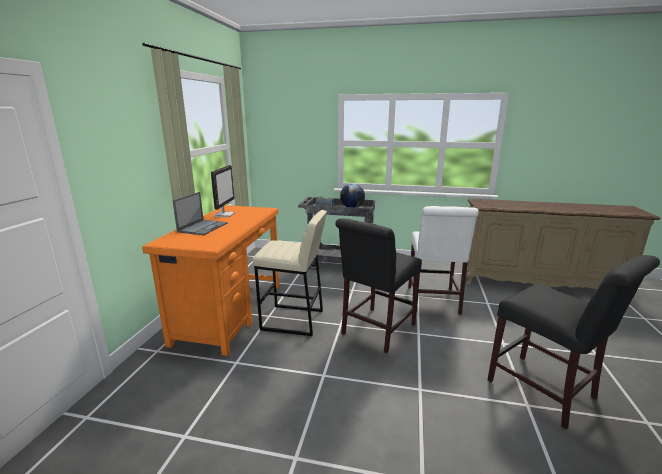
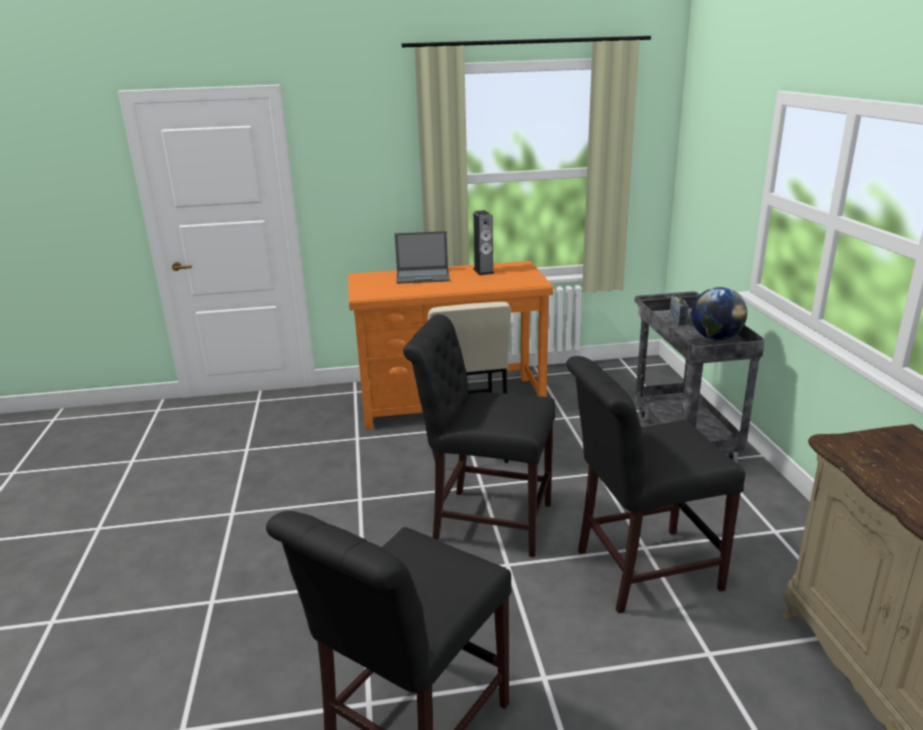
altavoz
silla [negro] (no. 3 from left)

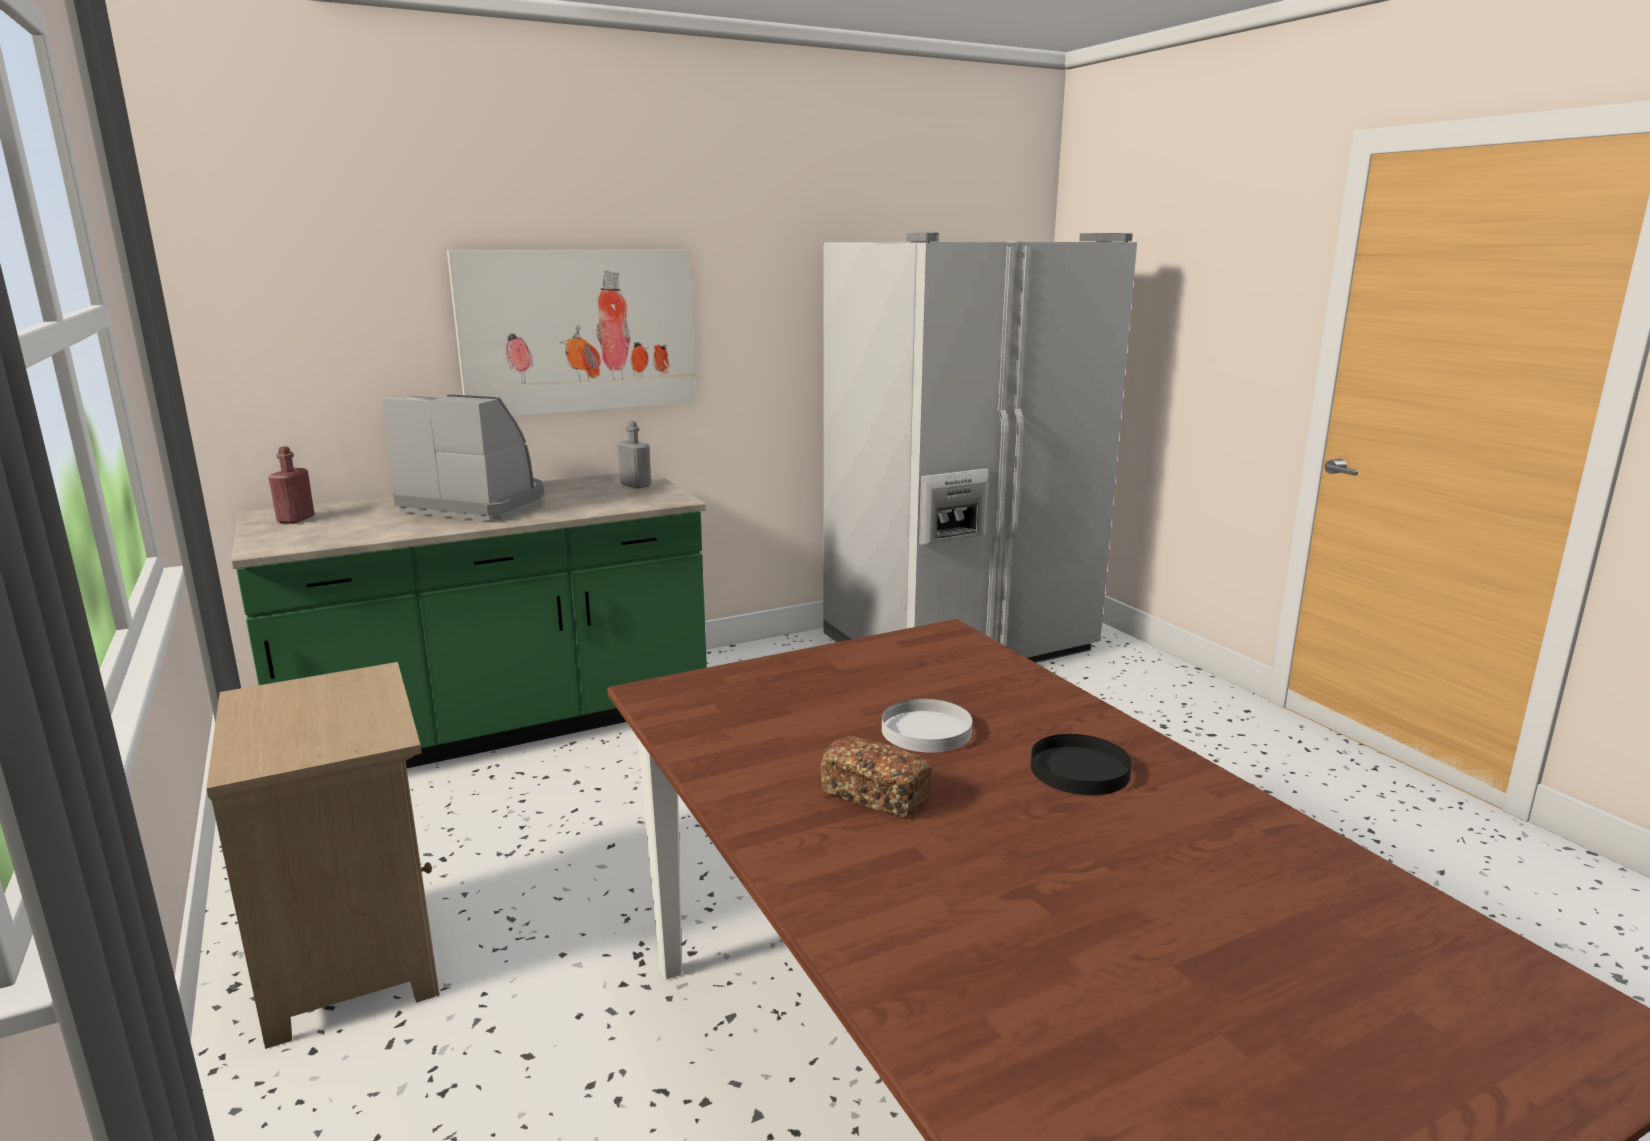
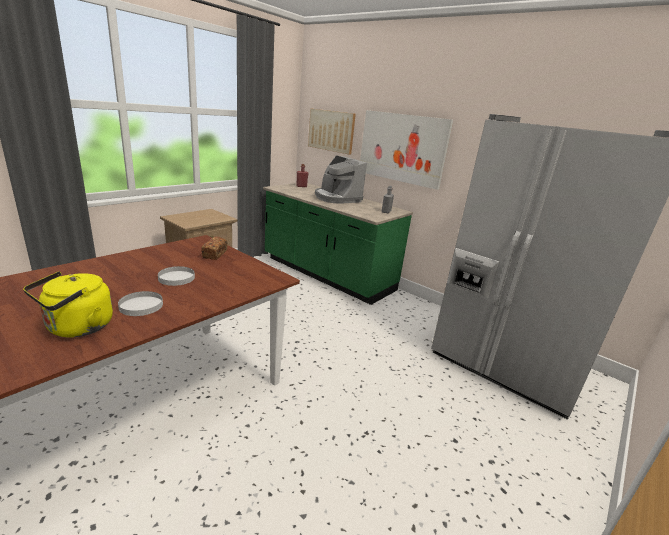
cafetera
pan
plato [blanco] (no. 1 from left)
hervidor [amarillo]
cuadro (no. 1 from left)

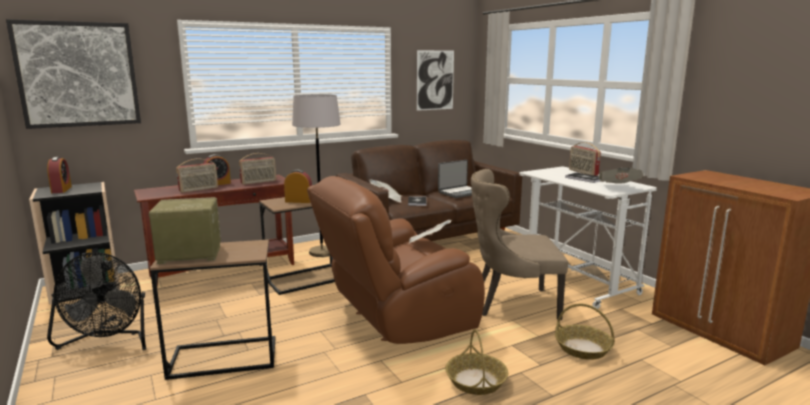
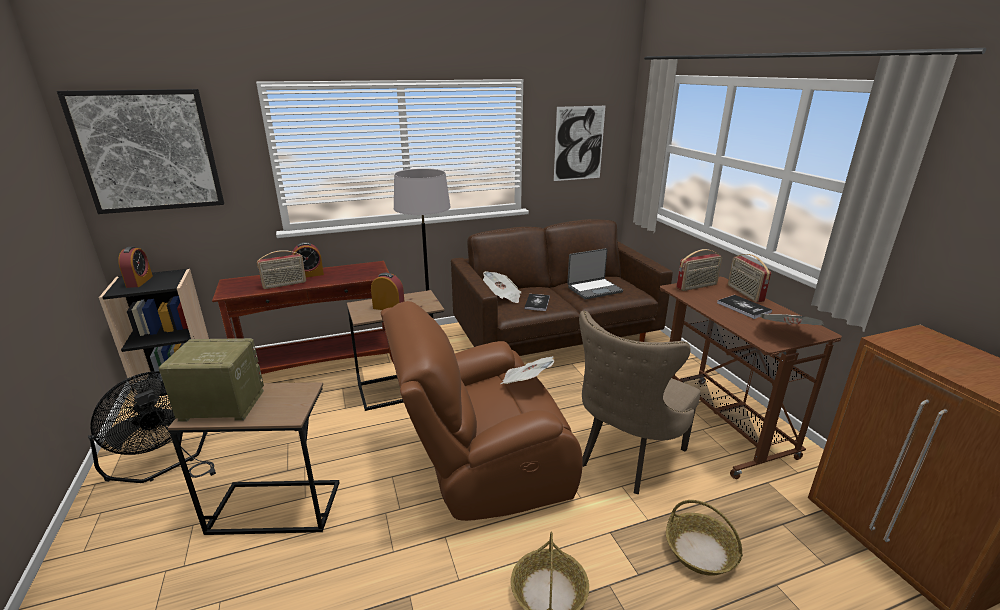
ventilador [negro]
radio (no. 3 from left)
silla [beis]
escritorio [marrón]

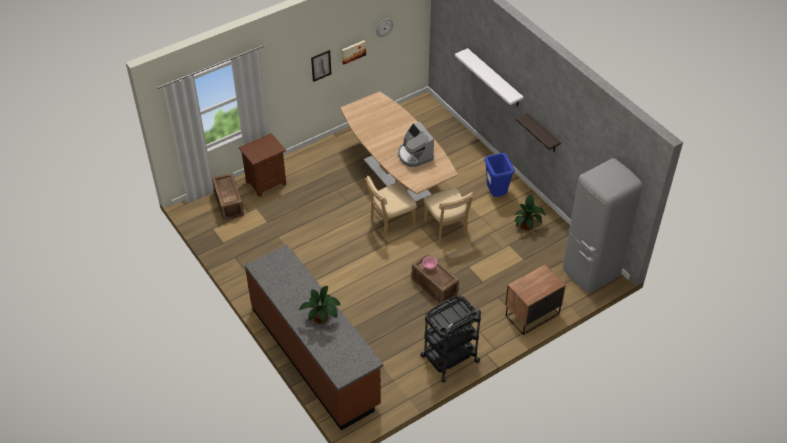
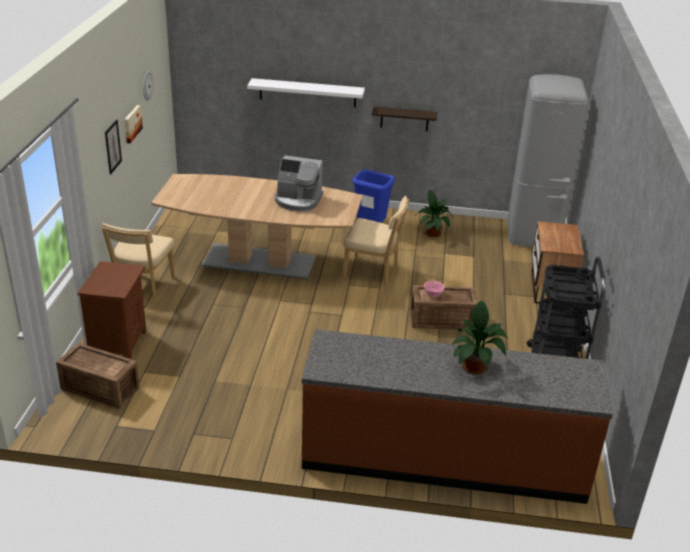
silla [beis] (no. 1 from left)

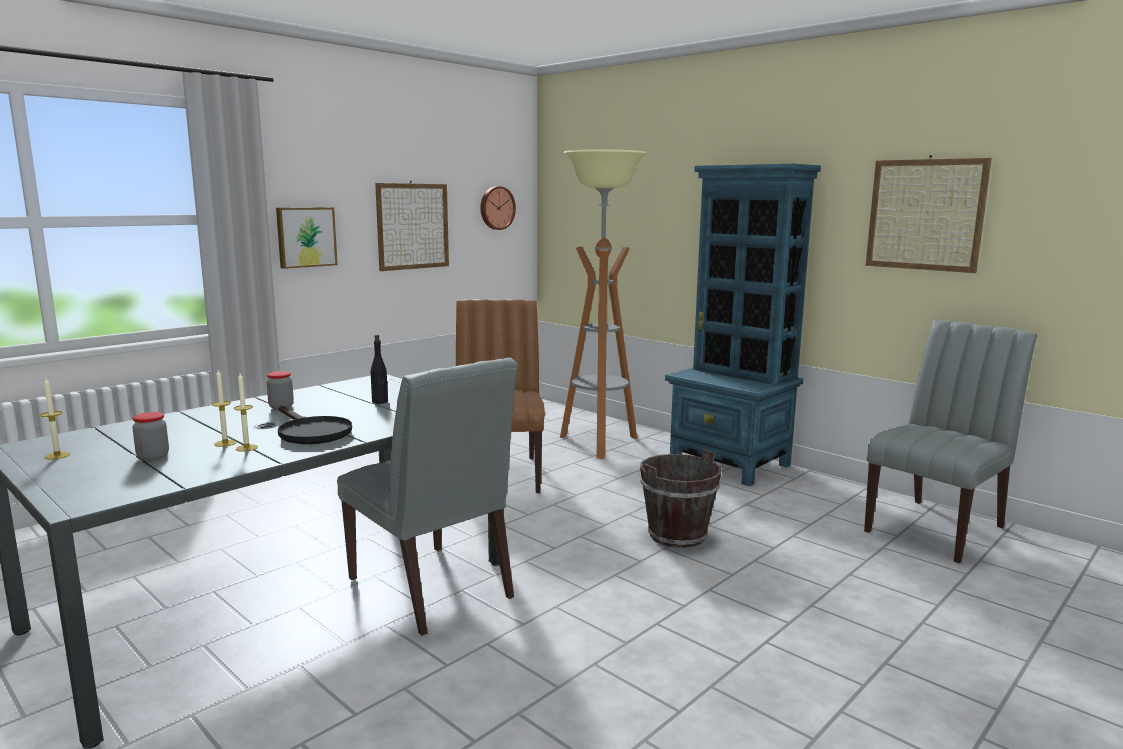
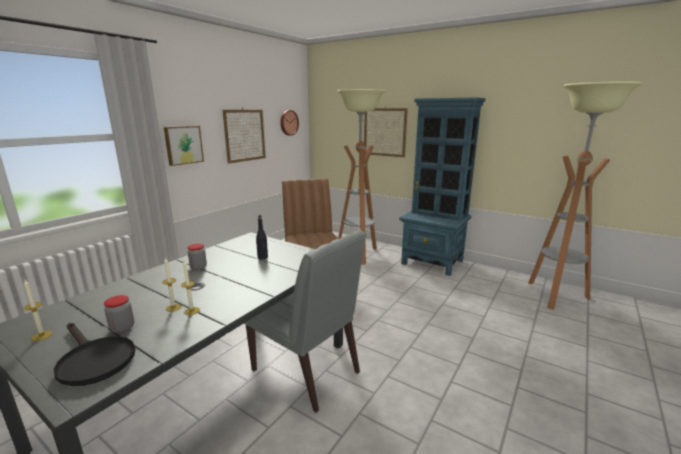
sartén [negro]
cubo [marrón]
lámpara de pie (no. 2 from left)
cuadro (no. 3 from left)

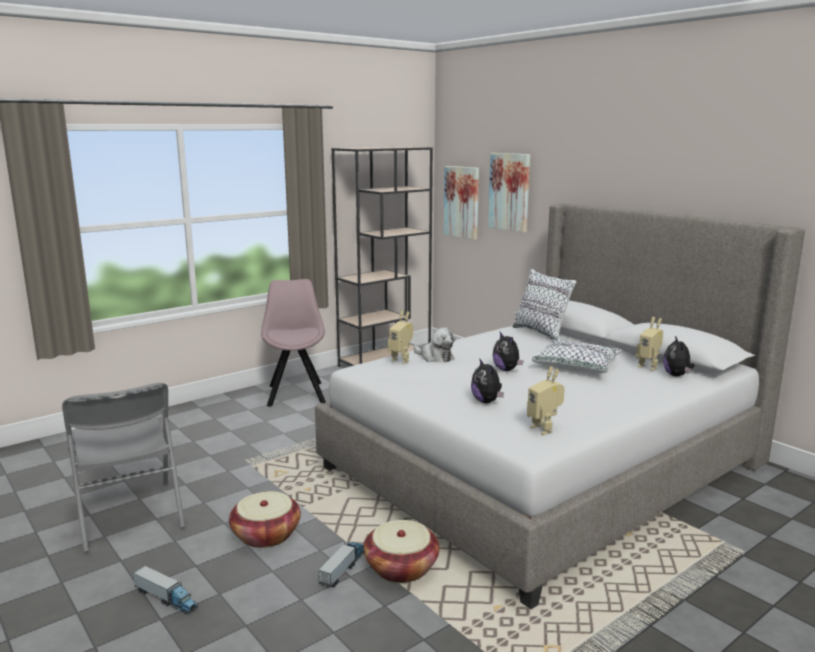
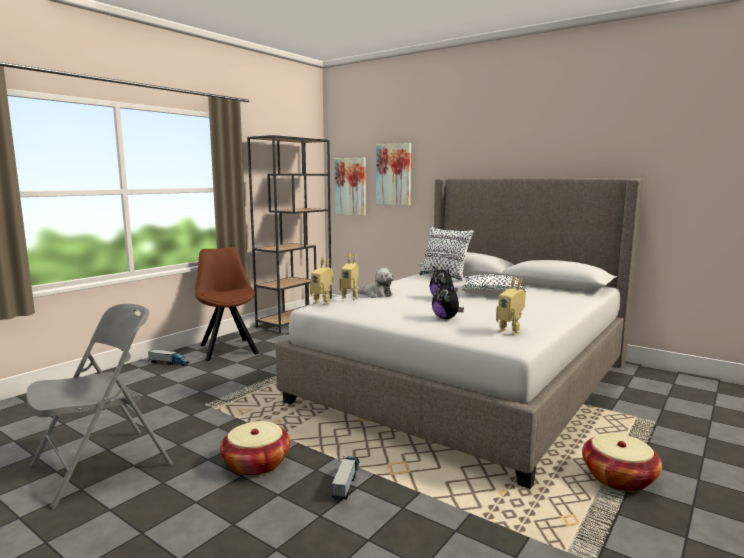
silla [gris]
camión de juguete (no. 1 from left)
silla [marrón]
cesta (no. 2 from left)
robot de juguete (no. 1 from left)
peluche (no. 4 from left in the first image)

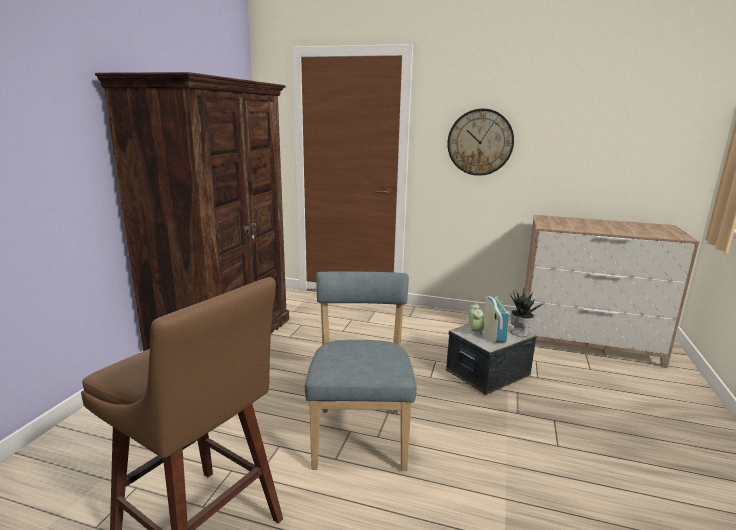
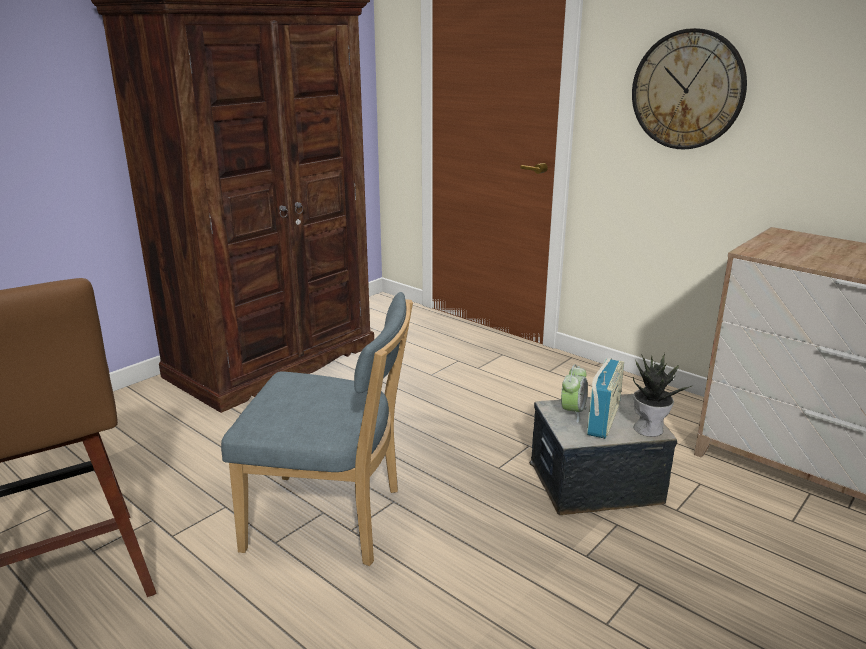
silla [azul]

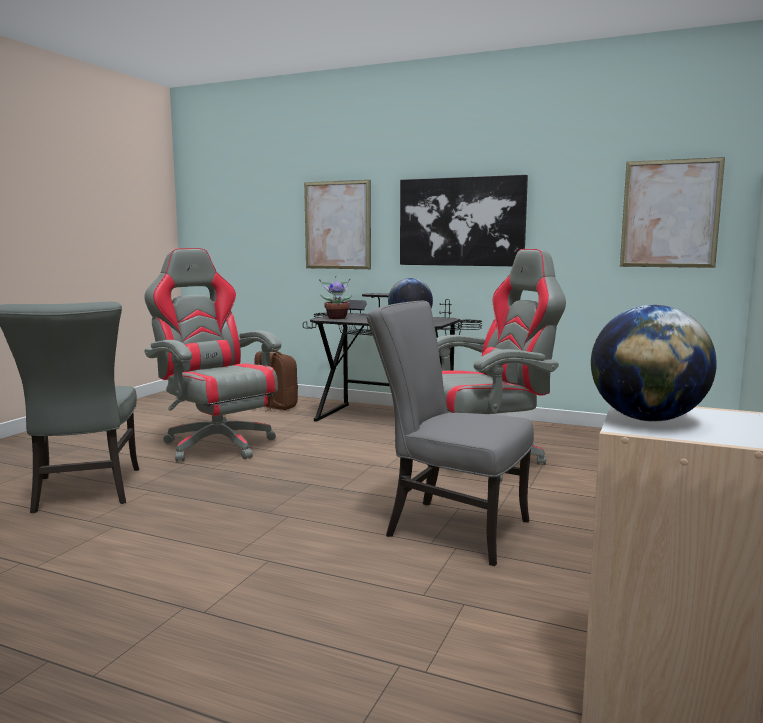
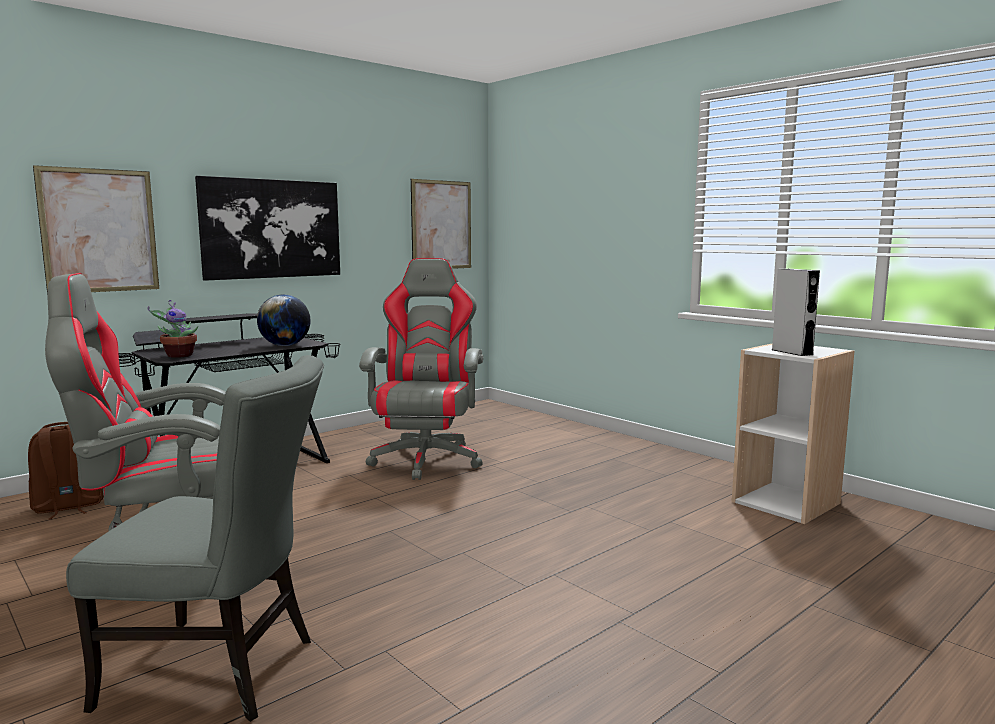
silla [gris] (no. 2 from left in the first image)
altavoz [gris]

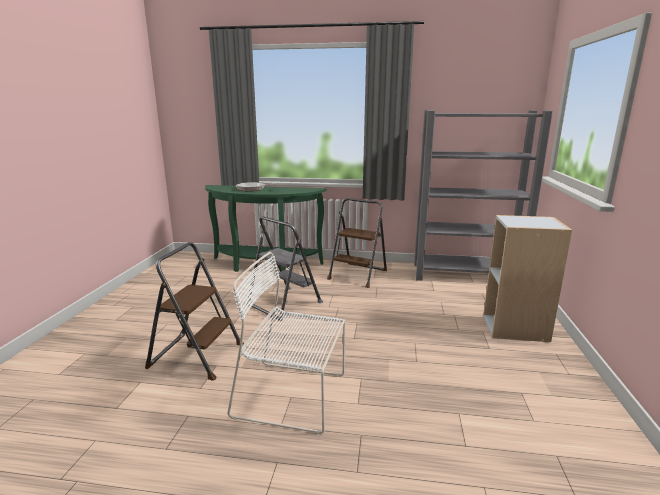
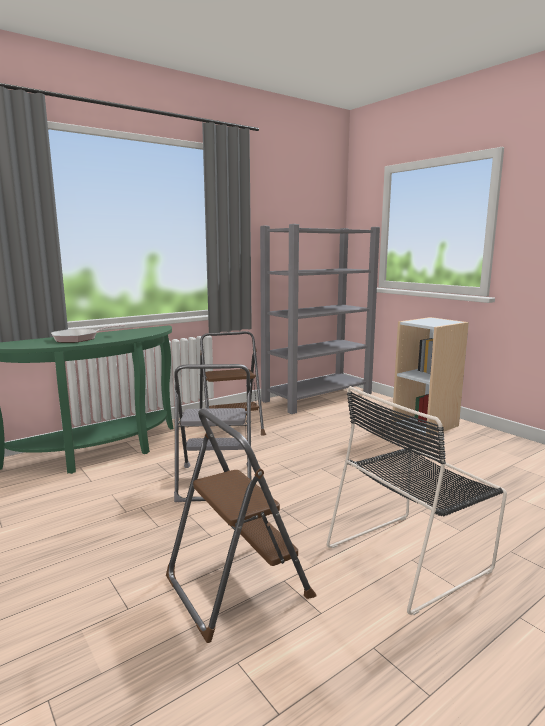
silla [negro]

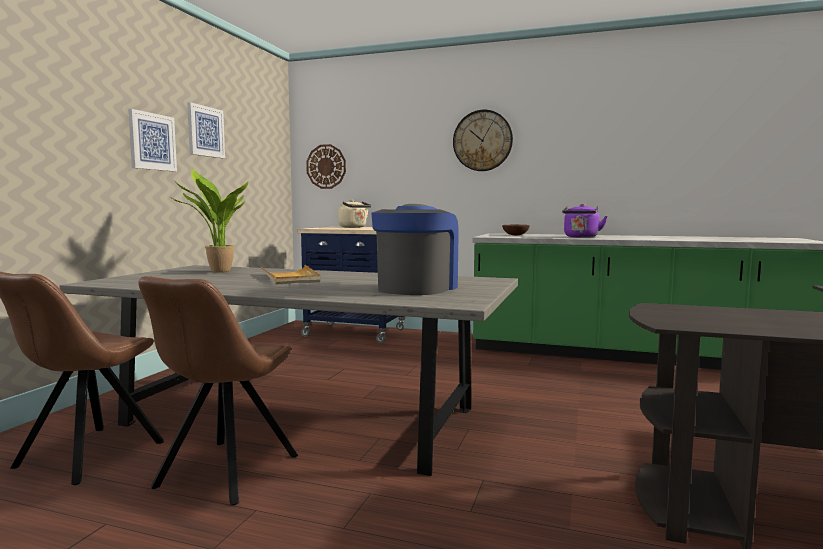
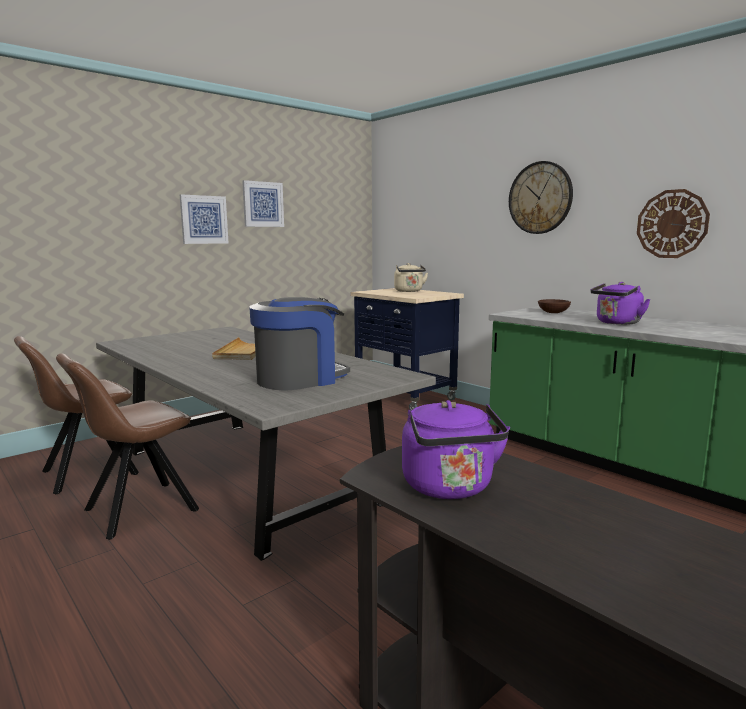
planta en maceta
reloj de pared (no. 2 from left)
hervidor [morado] (no. 1 from left)

